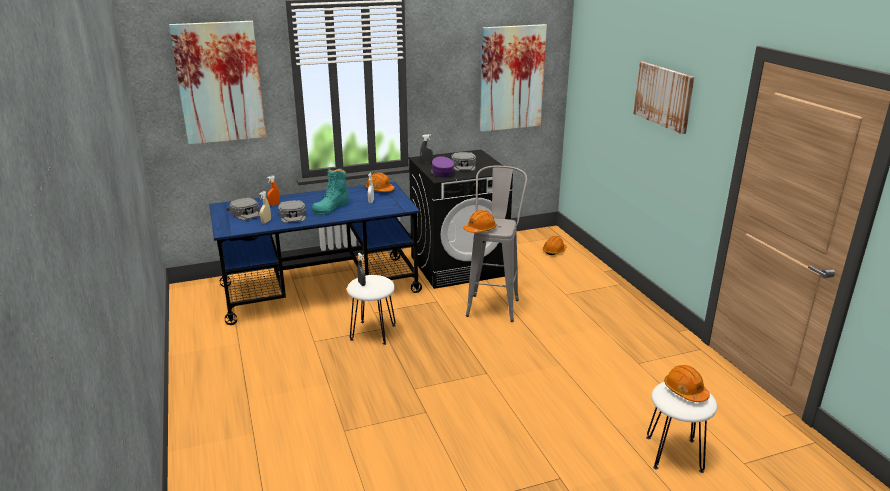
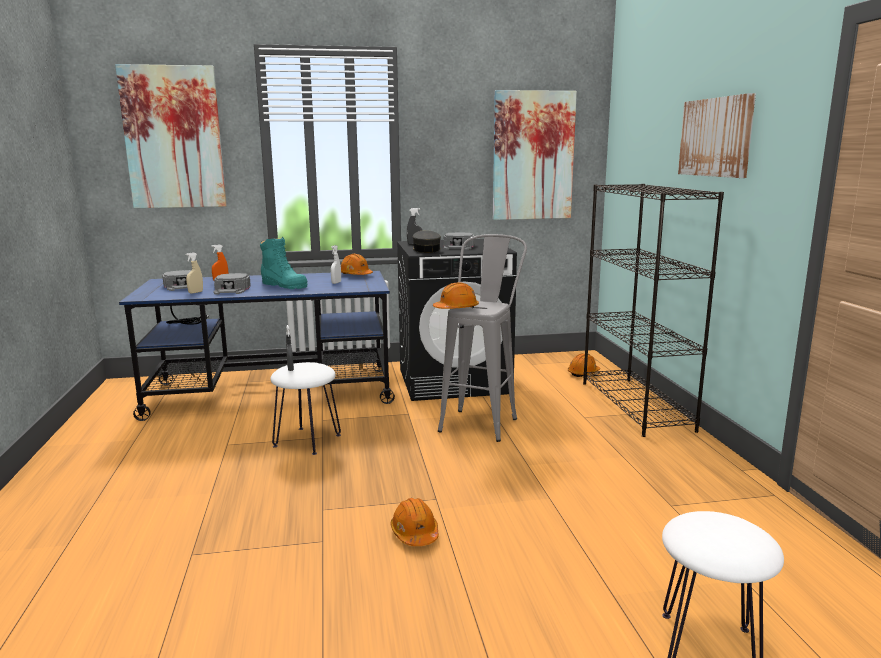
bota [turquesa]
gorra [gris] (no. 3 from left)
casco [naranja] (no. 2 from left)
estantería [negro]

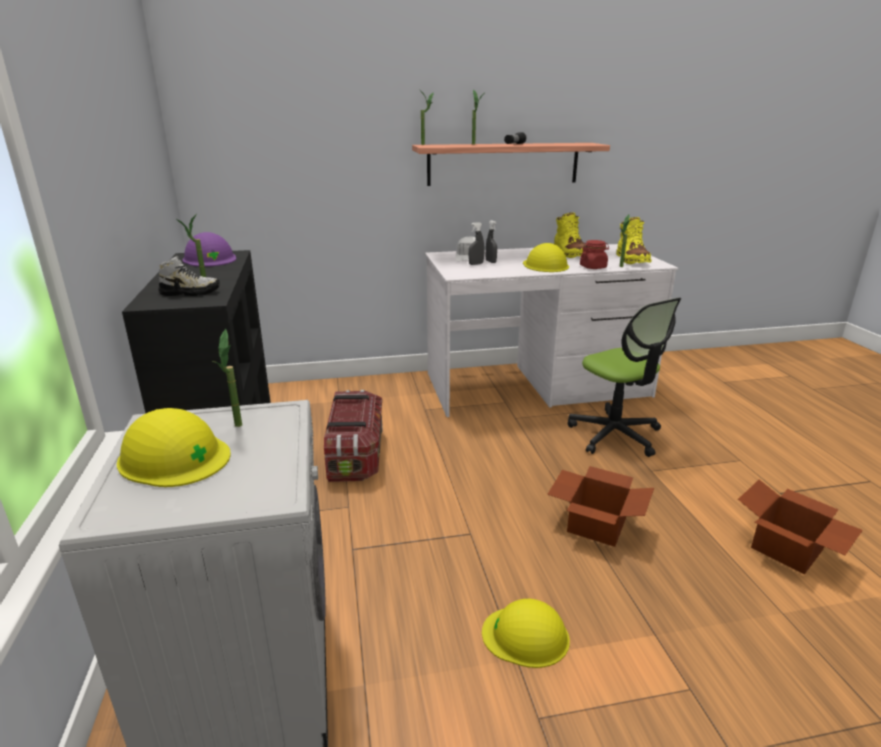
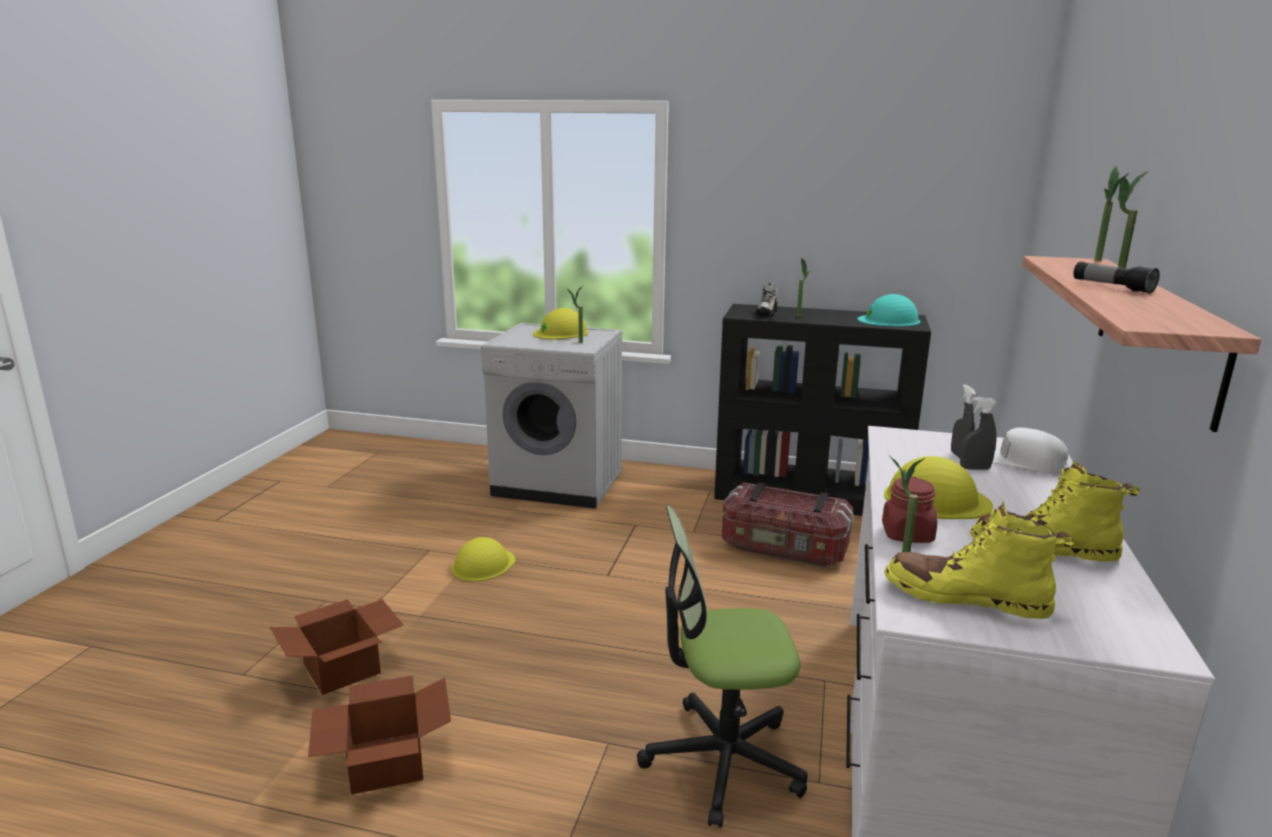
casco [turquesa]
caja de cartón (no. 1 from left)

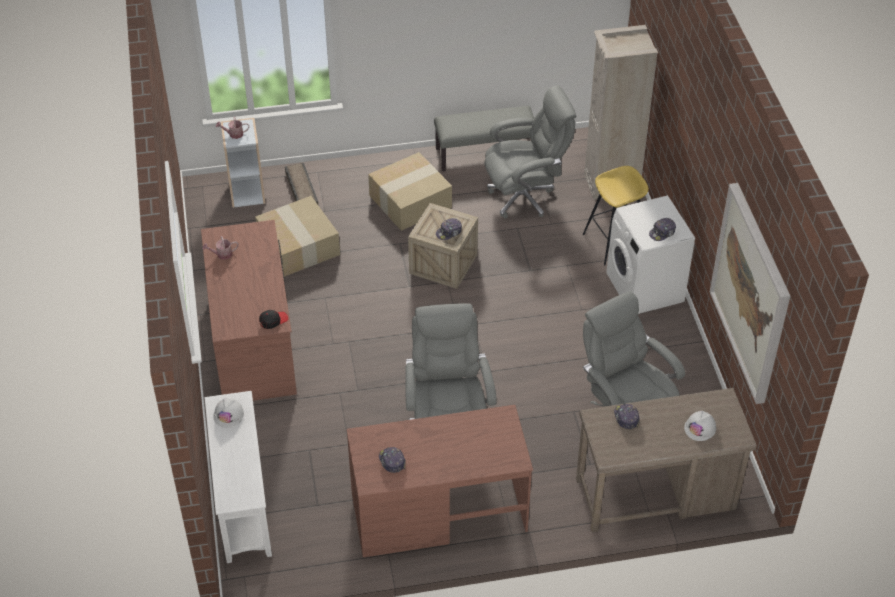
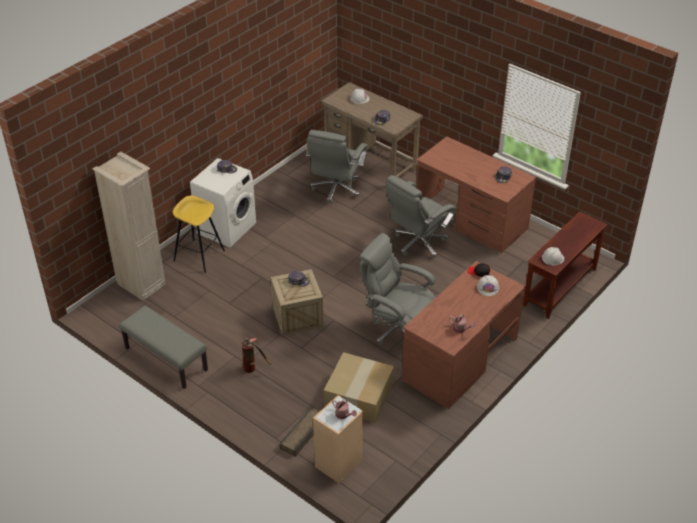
mesa consola [marrón]
extintor
silla de oficina [gris] (no. 2 from left)
cuadro
casco [blanco] (no. 2 from left)

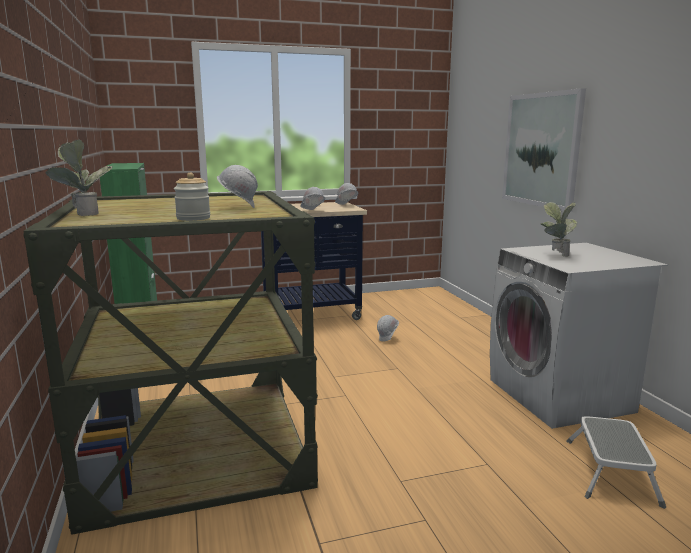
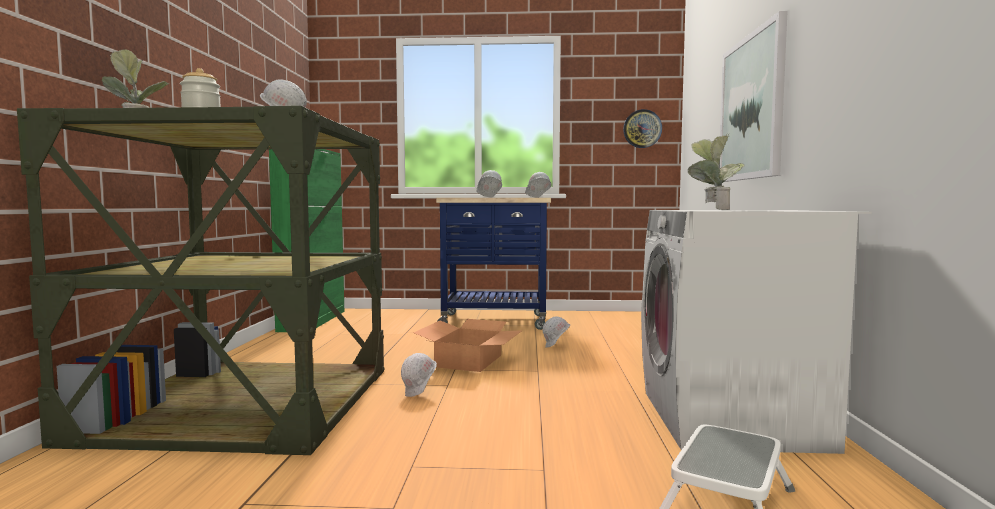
casco [blanco] (no. 2 from left)
caja de cartón
reloj de pared

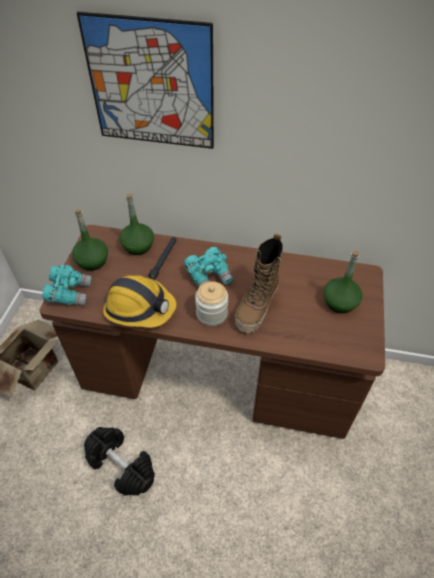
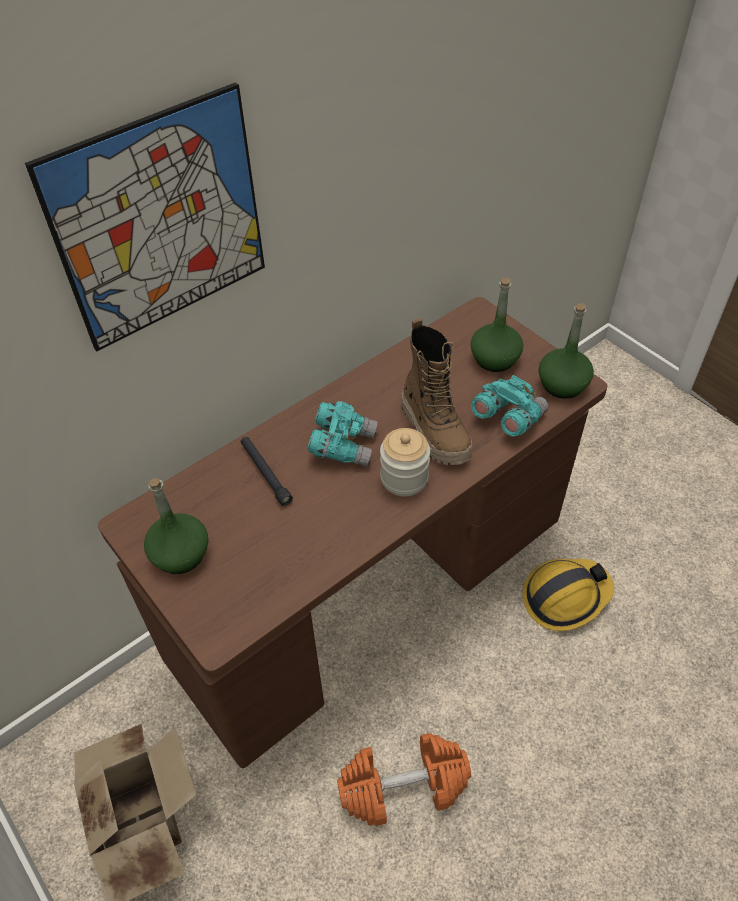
prismáticos [turquesa] (no. 2 from left)
mancuerna [naranja]
casco
botella [verde] (no. 3 from left)

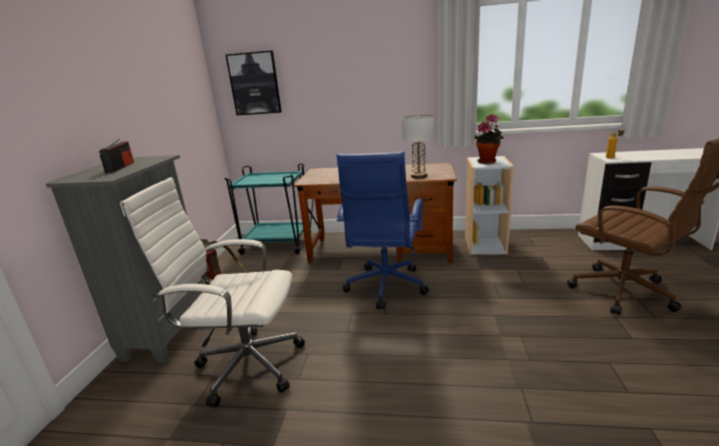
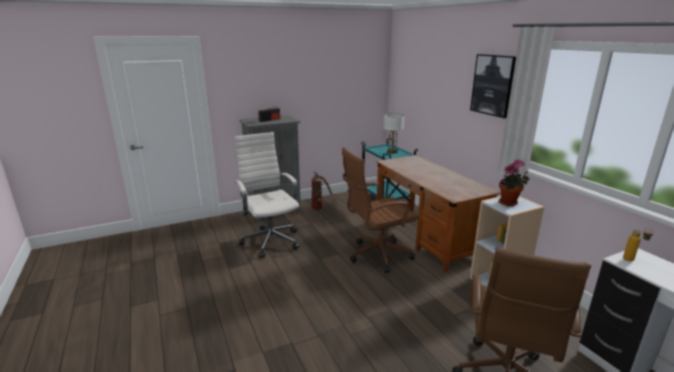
cuadro
silla de oficina [marrón] (no. 1 from left)
lámpara de mesa

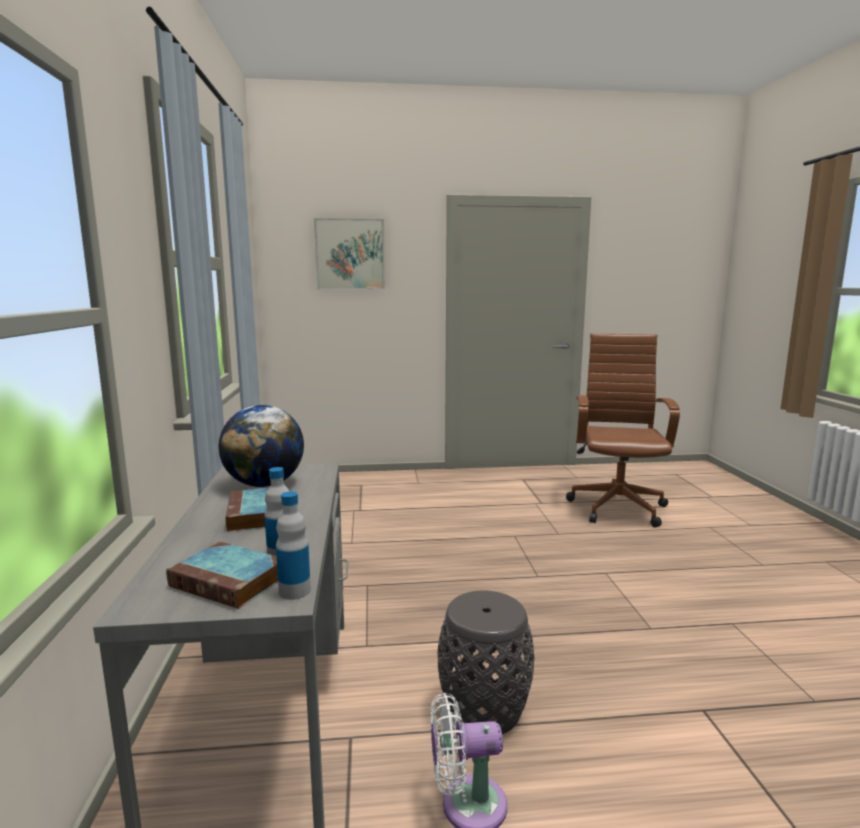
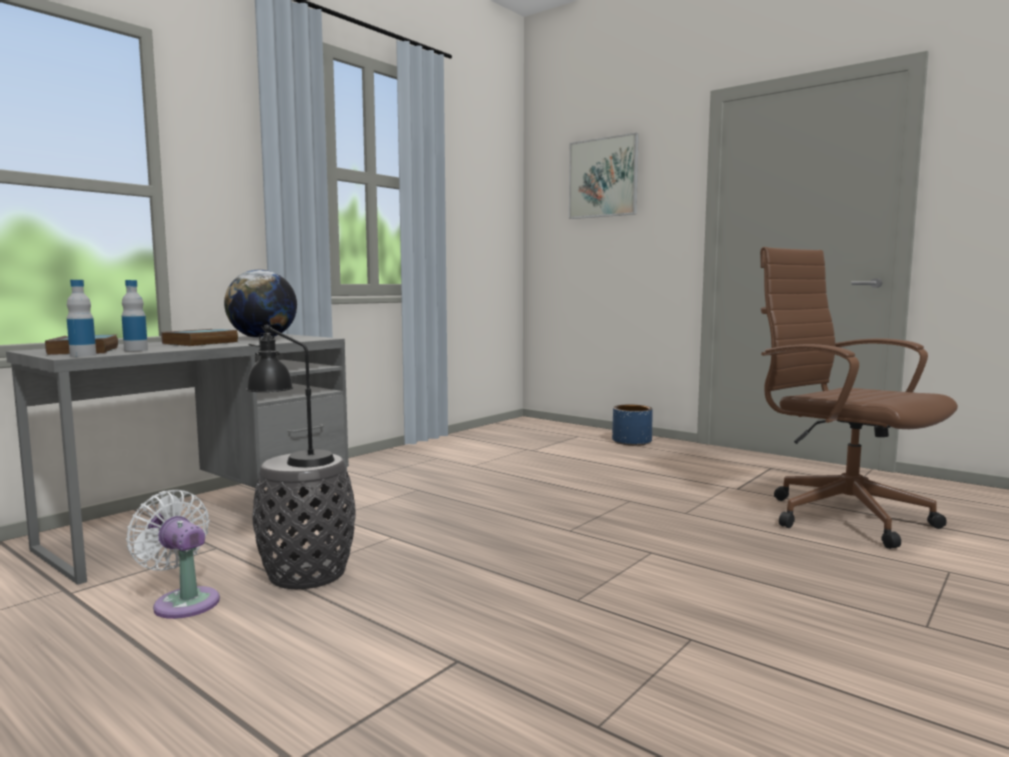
silla de oficina [marrón]
lámpara de mesa [negro]
maceta [azul]

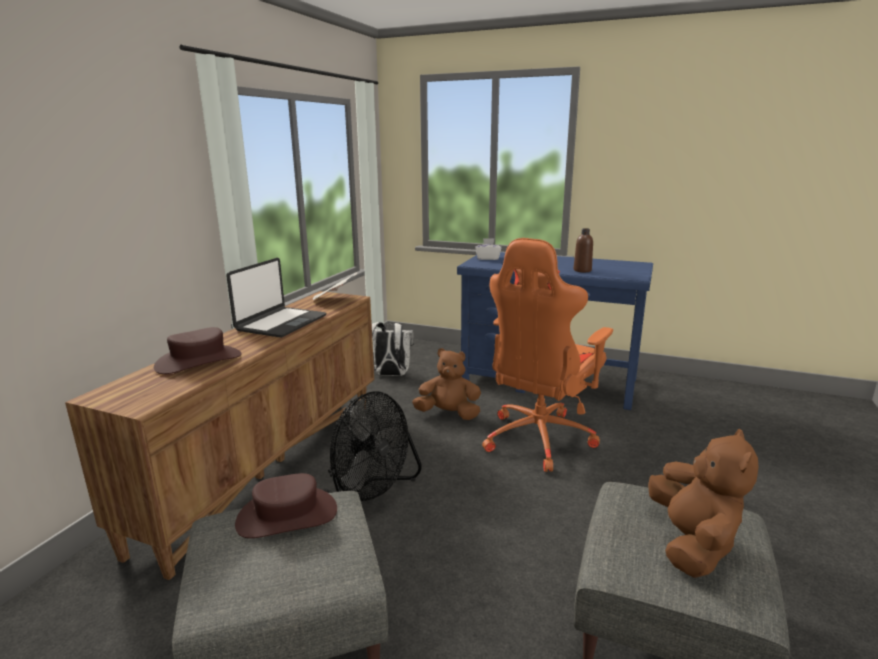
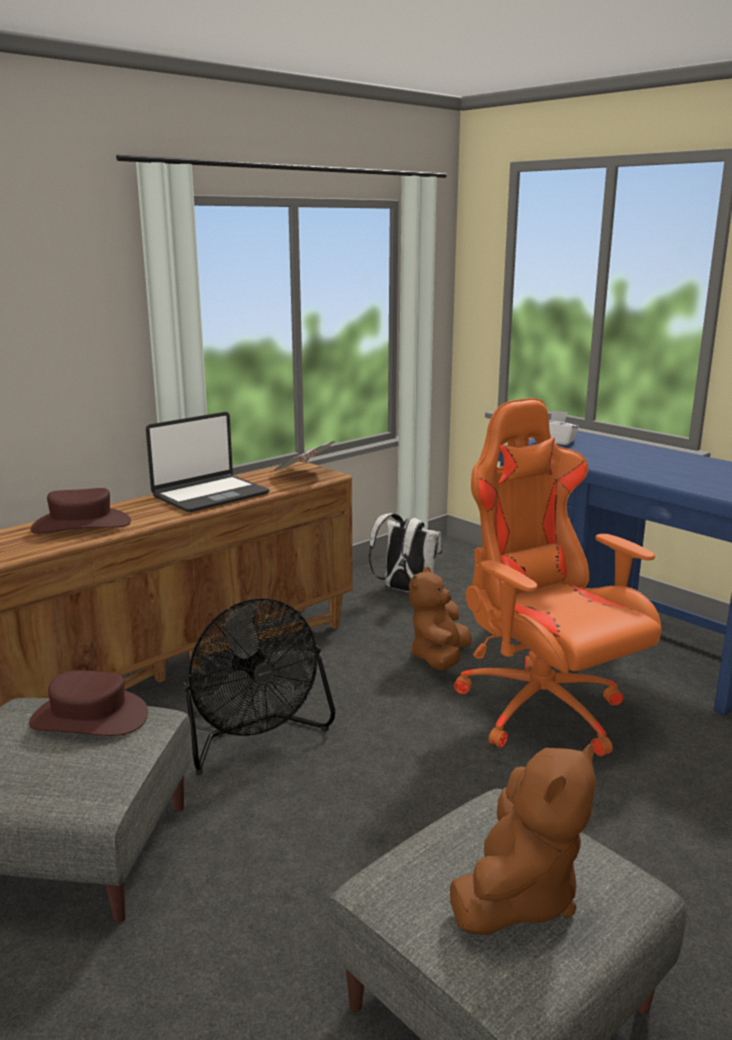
peluche [marrón] (no. 1 from left)
silla de oficina [naranja]
botella [marrón]

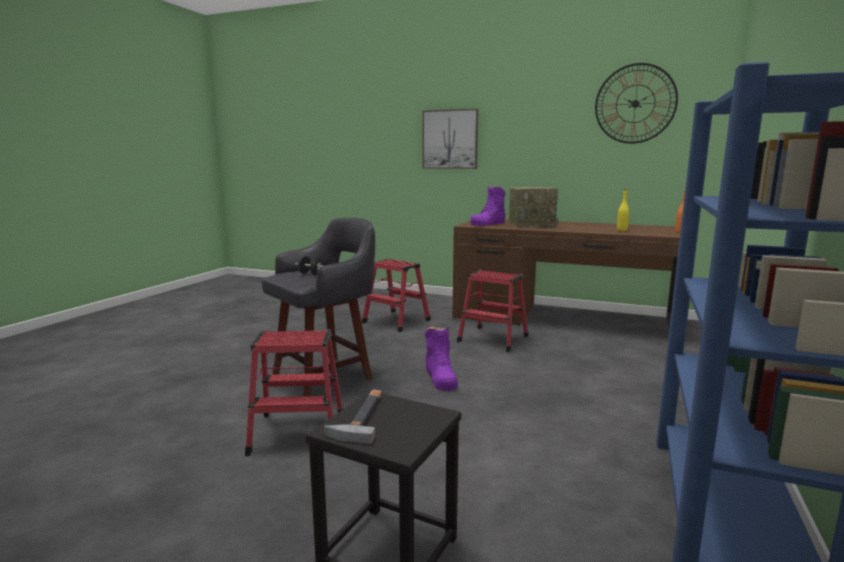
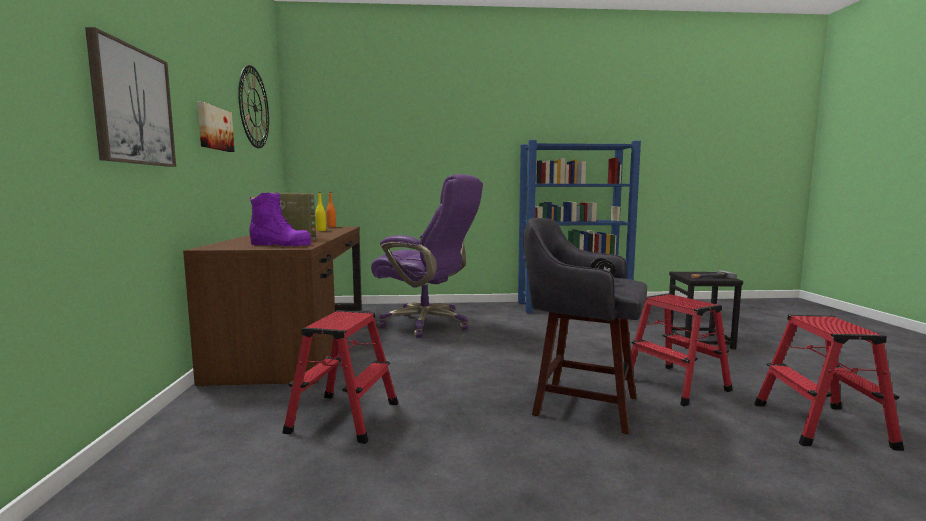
bota [morado] (no. 1 from left in the first image)
escalera de tijera [rojo] (no. 3 from left)
cuadro (no. 2 from left)
silla de oficina [morado]

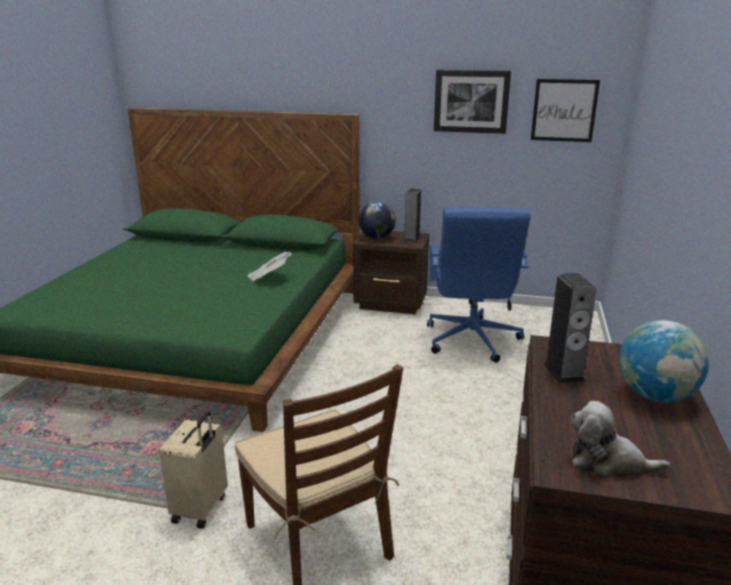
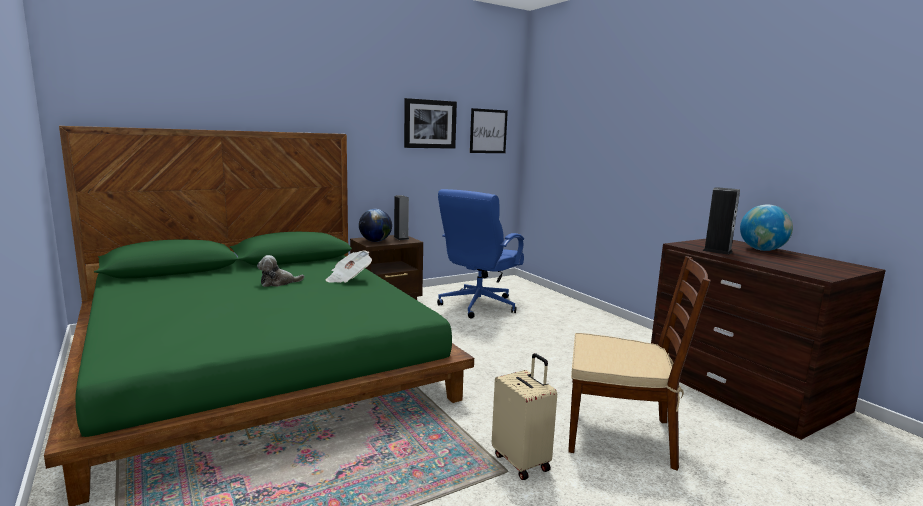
silla de oficina [azul]
peluche

